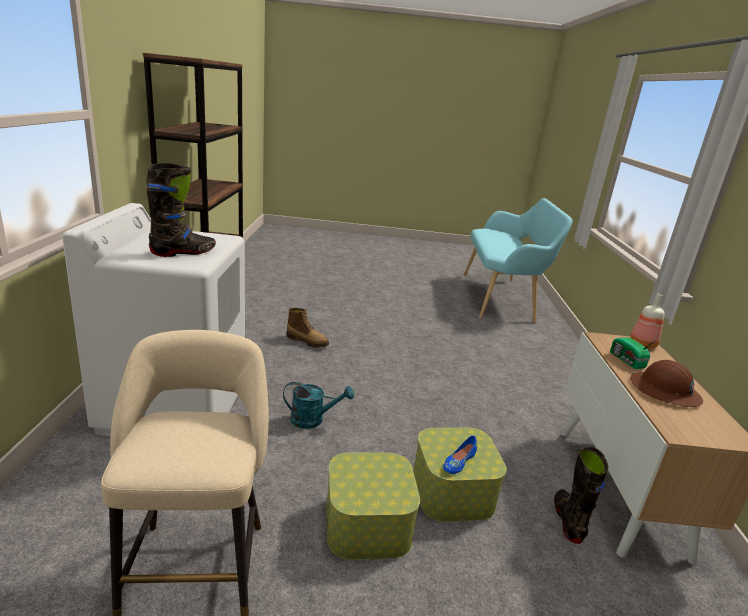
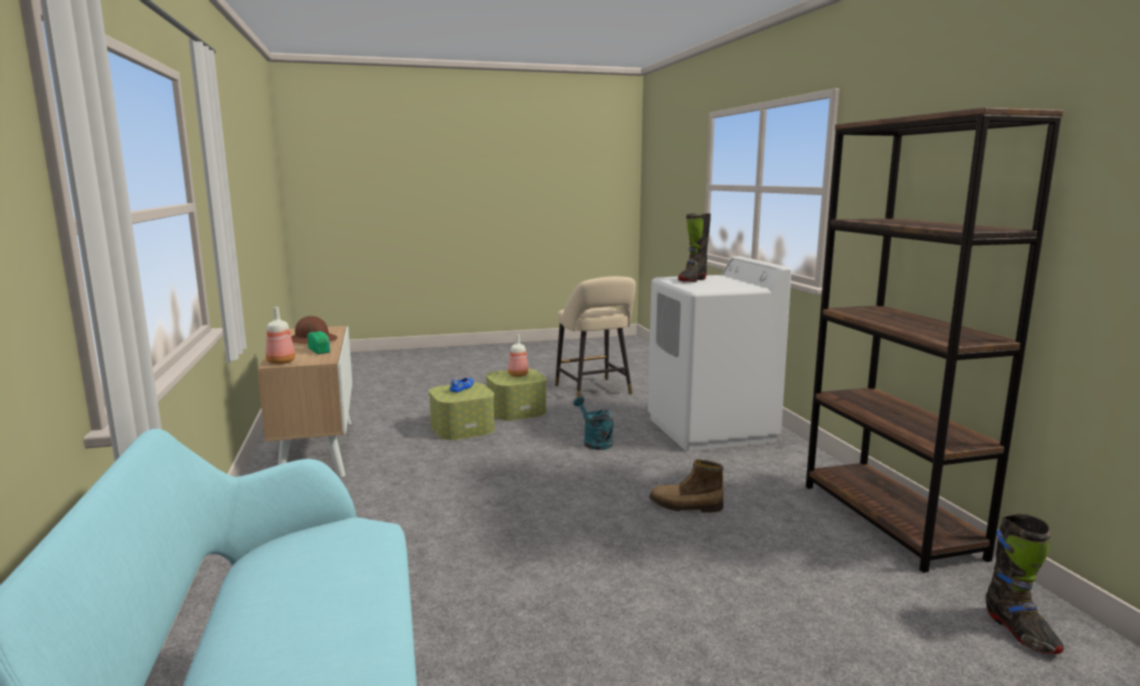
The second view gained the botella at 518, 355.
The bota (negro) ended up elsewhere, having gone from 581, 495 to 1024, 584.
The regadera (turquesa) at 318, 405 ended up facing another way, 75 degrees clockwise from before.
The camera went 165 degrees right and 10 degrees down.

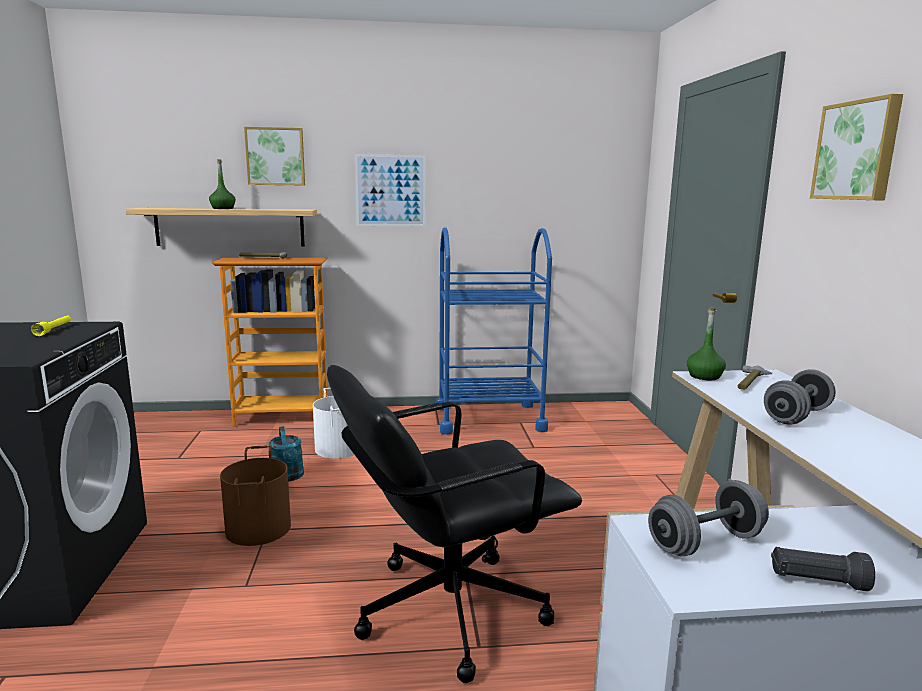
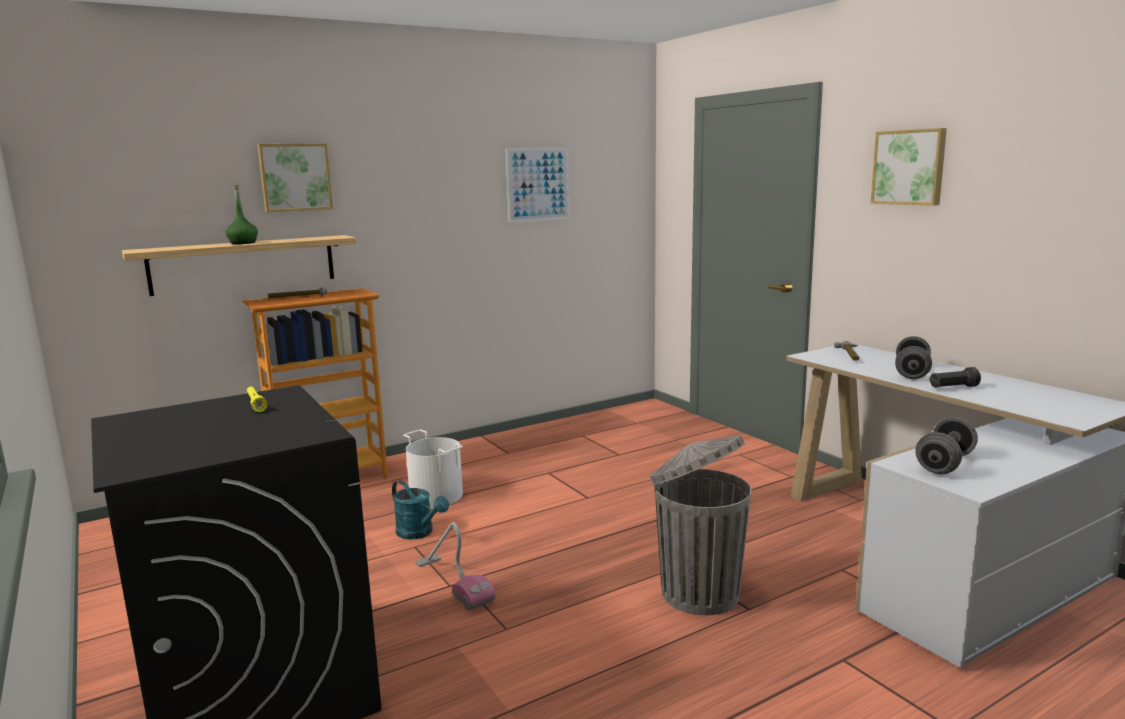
The second view lost the carrito (azul) at 494, 331.
The second view lost the botella (verde) at 706, 343.
The cuadro ended up elsewhere, having gone from 390, 190 to 538, 185.
The linterna (negro) ended up elsewhere, having gone from 823, 569 to 955, 377.
Where the cubo (marrón) stood at 255, 496, the aspiradora came to stand at 455, 566.
Where the silla de oficina (negro) stood at 454, 524, the papelera (gris) came to stand at 701, 525.
The camera went 25 degrees left and 0 degrees up.

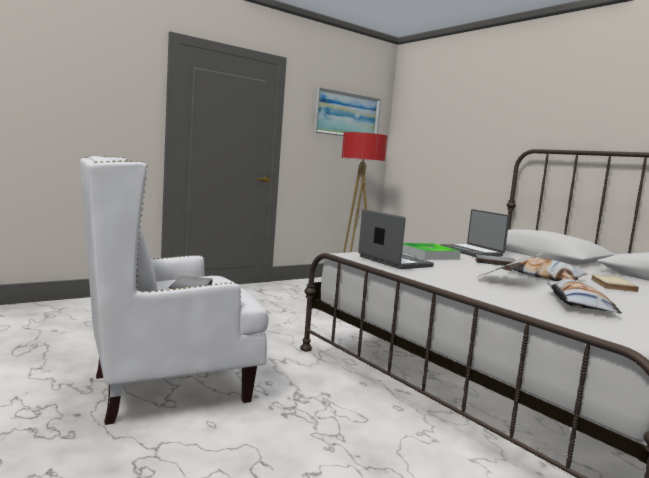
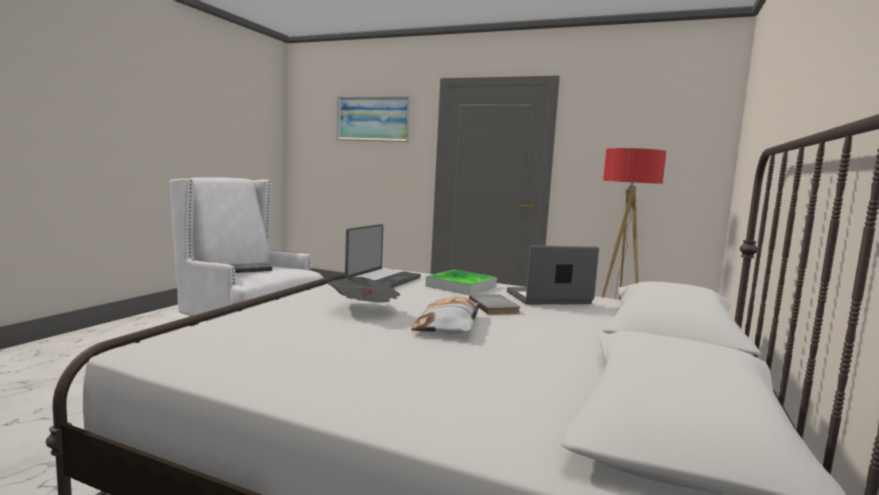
The second view lost the cojín at 584, 296.
The second view lost the libro (beis) at 615, 283.
The cuadro ended up elsewhere, having gone from 347, 111 to 374, 119.
The portátil at 475, 233 ended up facing another way, 45 degrees clockwise from before.
The camera went 60 degrees right and 0 degrees up.

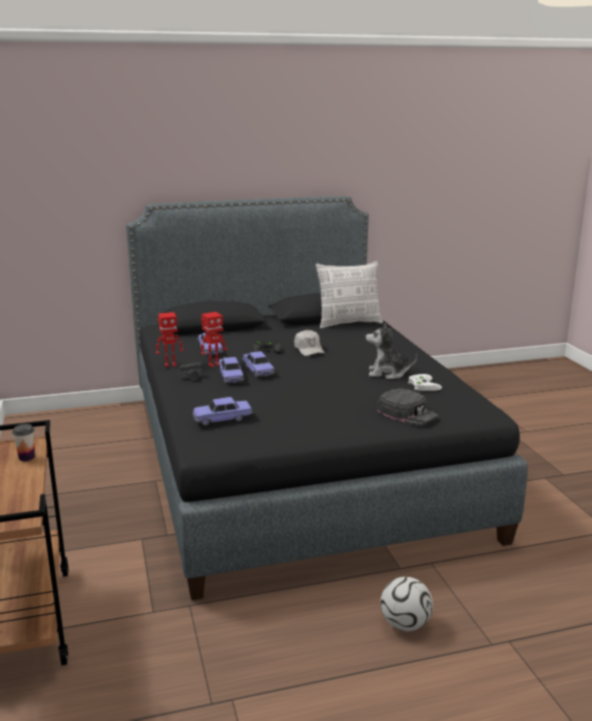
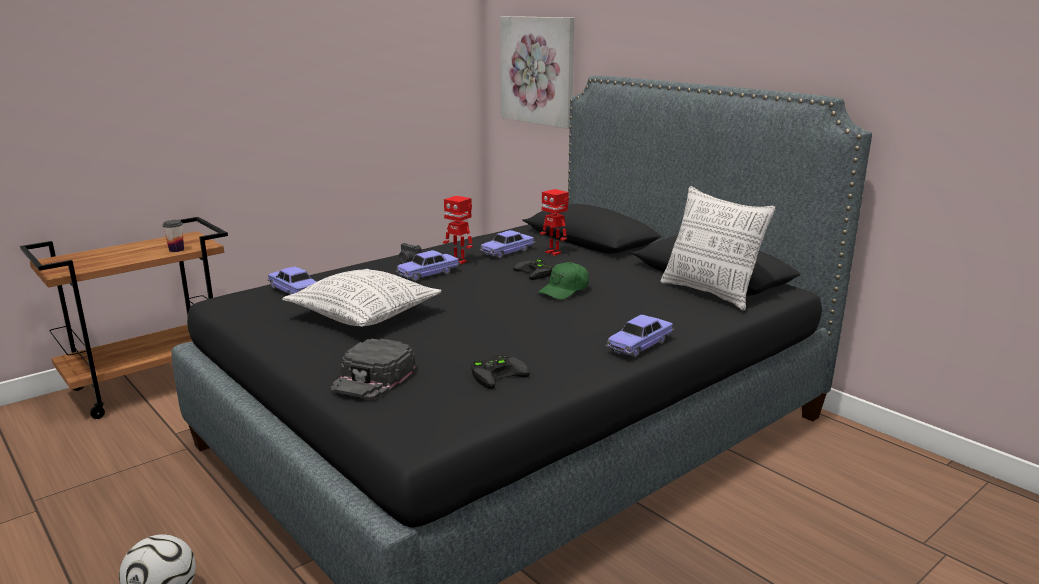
The second view lost the peluche at 391, 351.
The second view gained the cojín at 362, 298.
The second view gained the cuadro at 537, 72.
The robot de juguete ended up elsewhere, having gone from 170, 339 to 554, 222.
The coche de juguete ended up elsewhere, having gone from 258, 364 to 640, 336.
What was the gorra (blanco) at 309, 343 turned into the gorra (verde) at 563, 281.
What was the mando de consola (blanco) at 425, 382 turned into the mando de consola (negro) at 500, 371.
The camera went 65 degrees right and 0 degrees up.

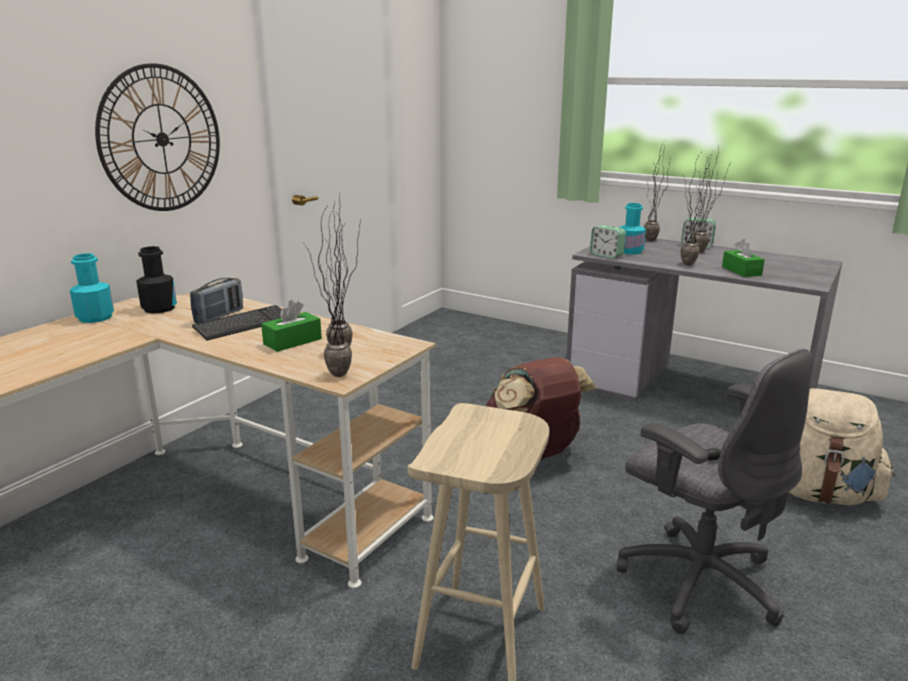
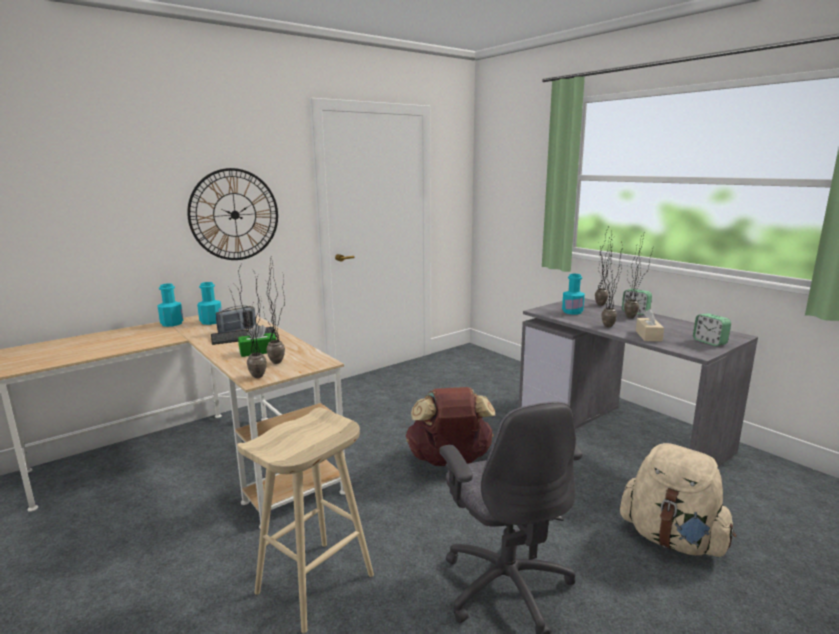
The despertador ended up elsewhere, having gone from 608, 242 to 712, 329.
What was the botella (negro) at 156, 280 turned into the botella (turquesa) at 209, 303.
What was the caja de pañuelos (verde) at 743, 258 turned into the caja de pañuelos (beis) at 650, 325.
The camera went 20 degrees right and 5 degrees down.

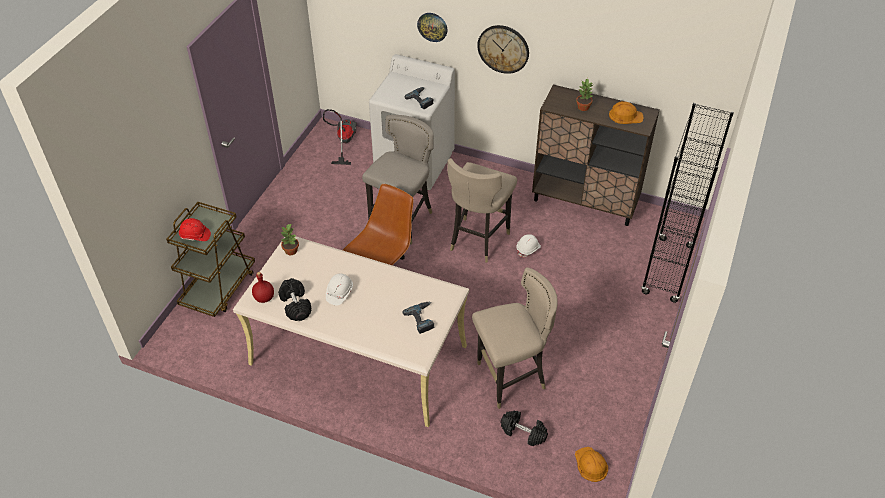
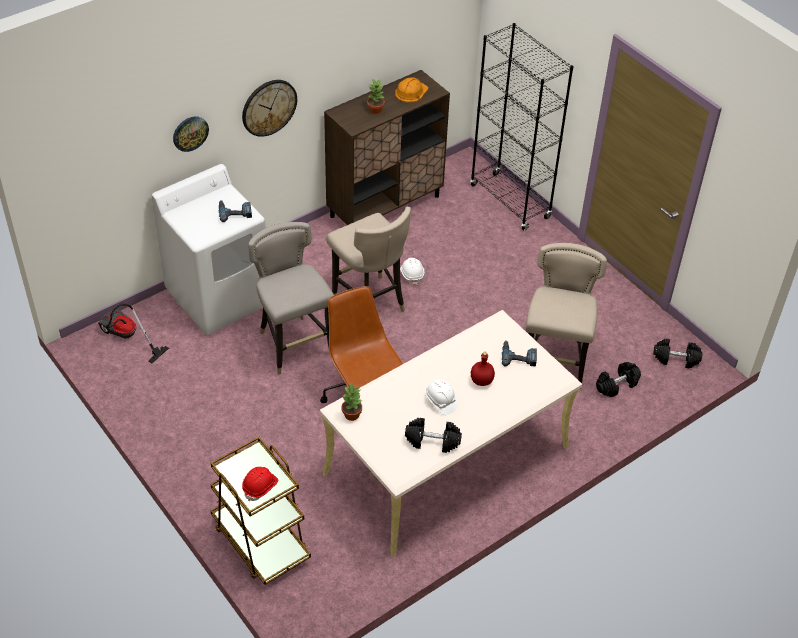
The botella (rojo) ended up elsewhere, having gone from 263, 287 to 483, 369.
Where the casco (naranja) stood at 591, 464, the mancuerna (negro) came to stand at 678, 353.
The camera went 60 degrees left and 0 degrees up.

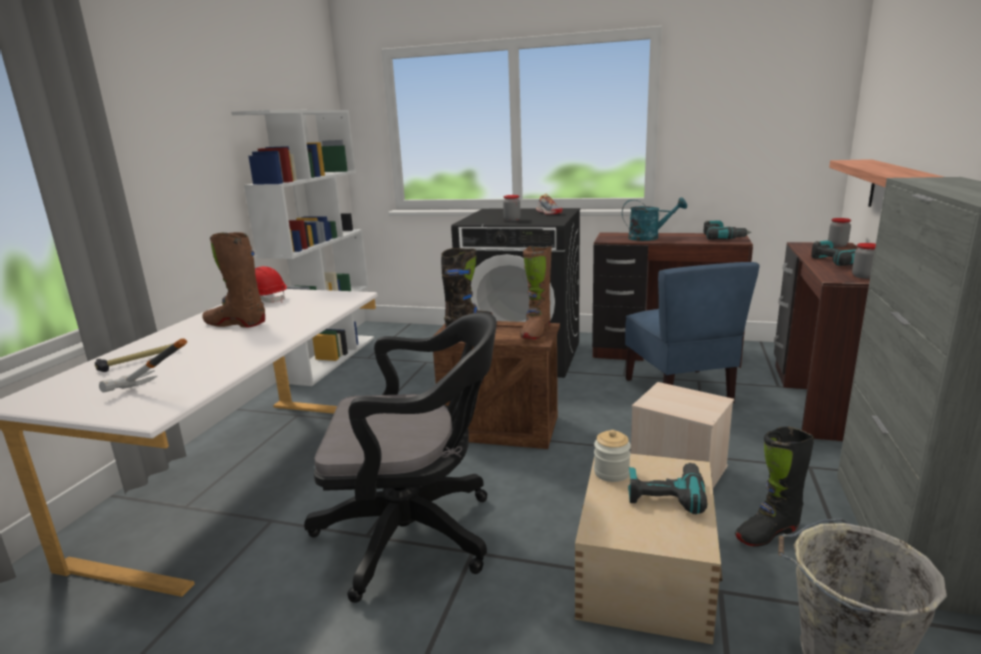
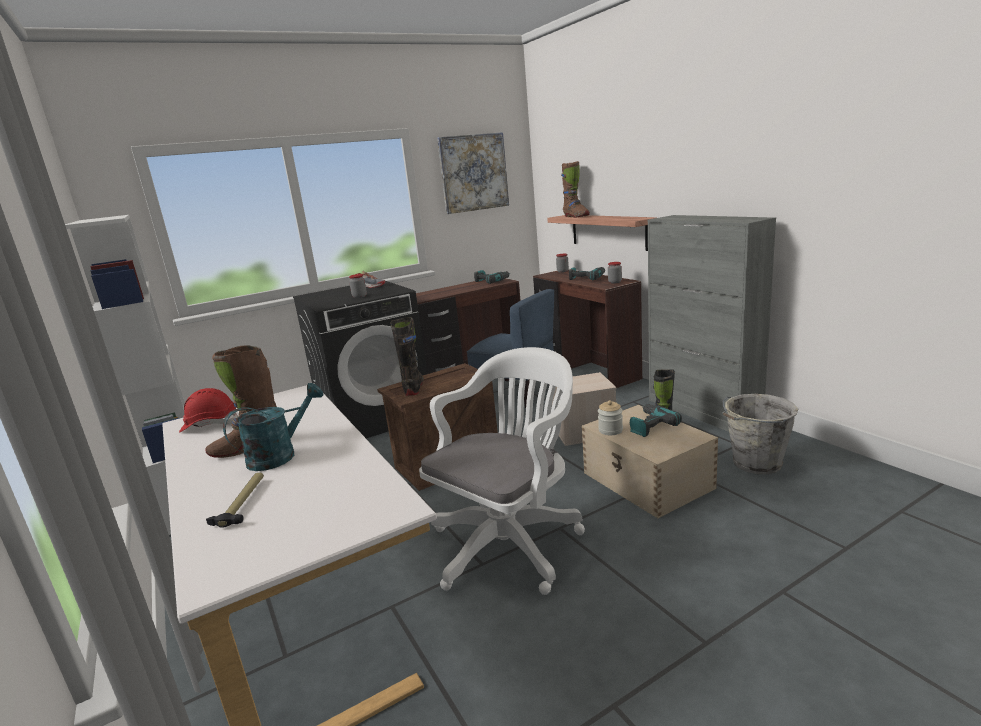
The second view lost the martillo at 143, 365.
The second view gained the cuadro at 473, 173.
The bota (marrón) ended up elsewhere, having gone from 536, 292 to 575, 189.
The regadera (turquesa) ended up elsewhere, having gone from 654, 219 to 273, 427.
What was the silla de oficina (negro) at 400, 457 turned into the silla de oficina (blanco) at 502, 471.
The camera went 45 degrees left and 0 degrees up.

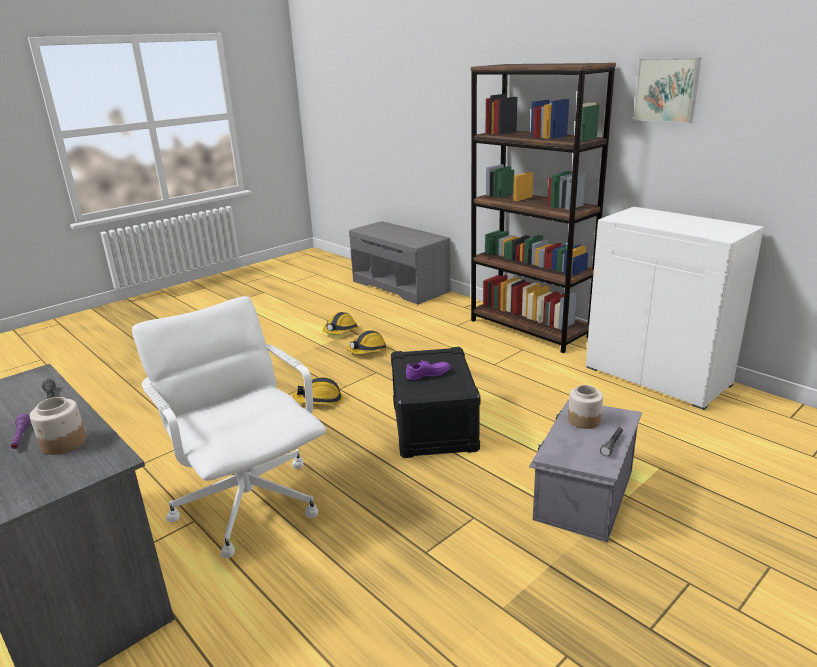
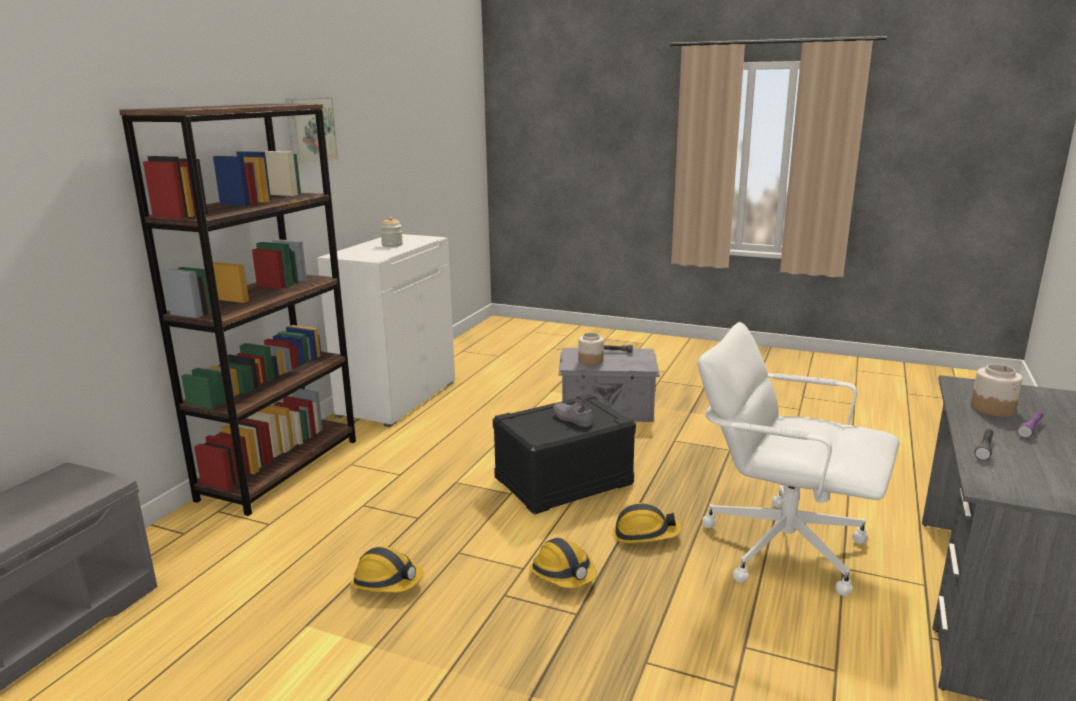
The second view gained the tarro at 391, 232.
The casco ended up elsewhere, having gone from 340, 323 to 647, 523.
What was the zapato (morado) at 428, 370 turned into the zapato (gris) at 573, 411.
The silla de oficina (blanco) at 229, 427 ended up facing another way, 90 degrees clockwise from before.
The camera went 115 degrees left and 5 degrees down.

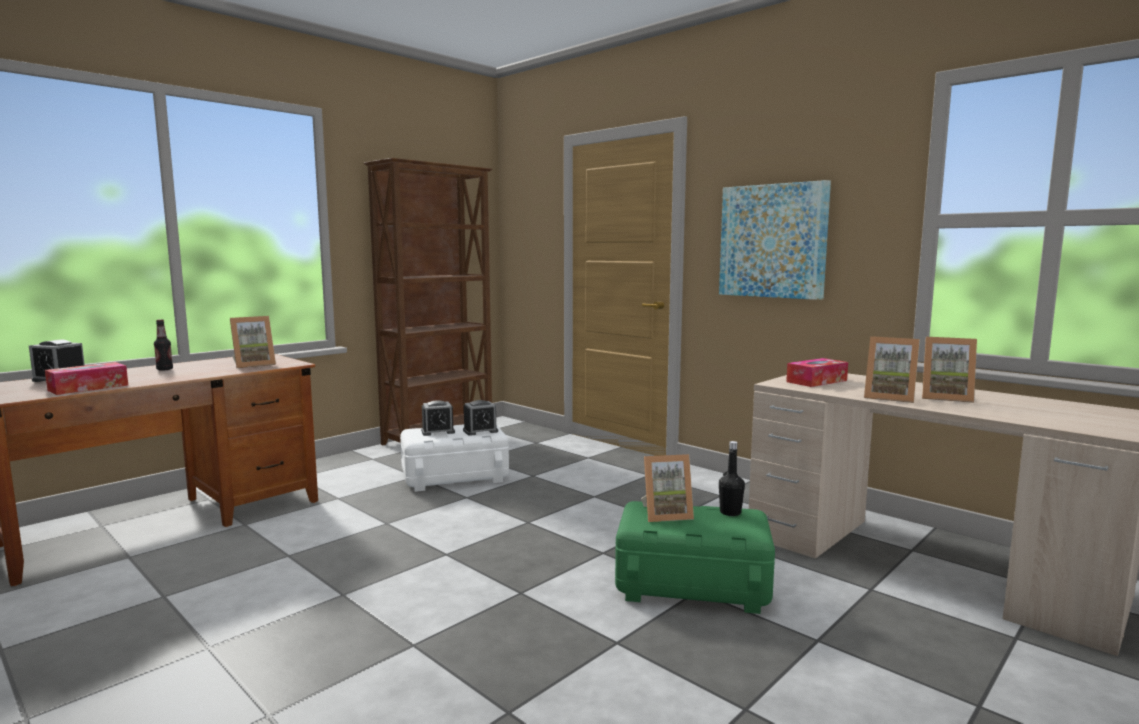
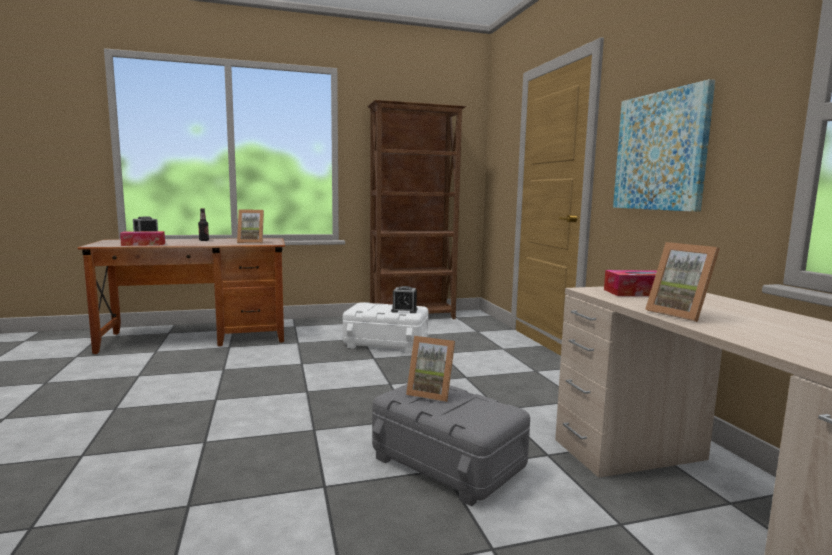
The second view lost the despertador at 438, 418.
The second view lost the botella (negro) at 732, 478.
The second view lost the portarretratos at 949, 370.
What was the caja de almacenaje (verde) at 695, 557 turned into the caja de almacenaje (gris) at 451, 445.
The camera went 30 degrees right and 0 degrees up.

